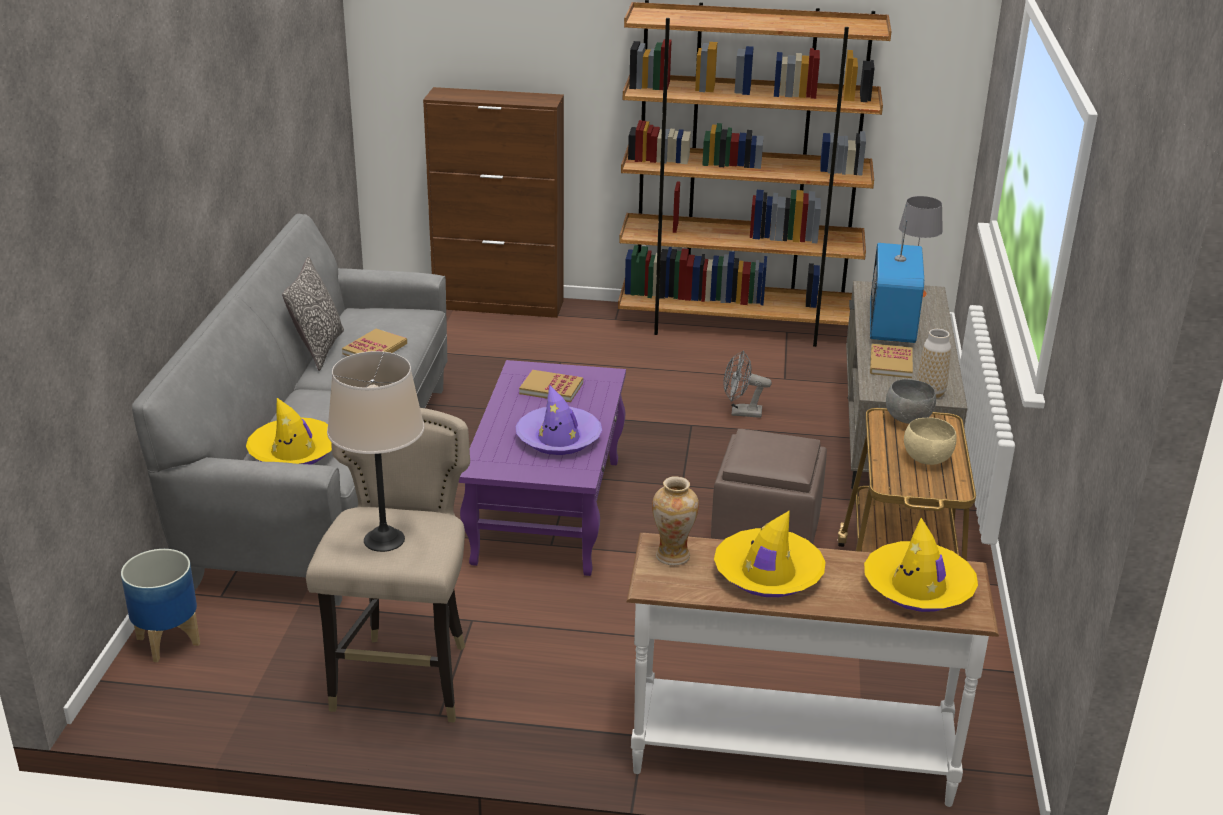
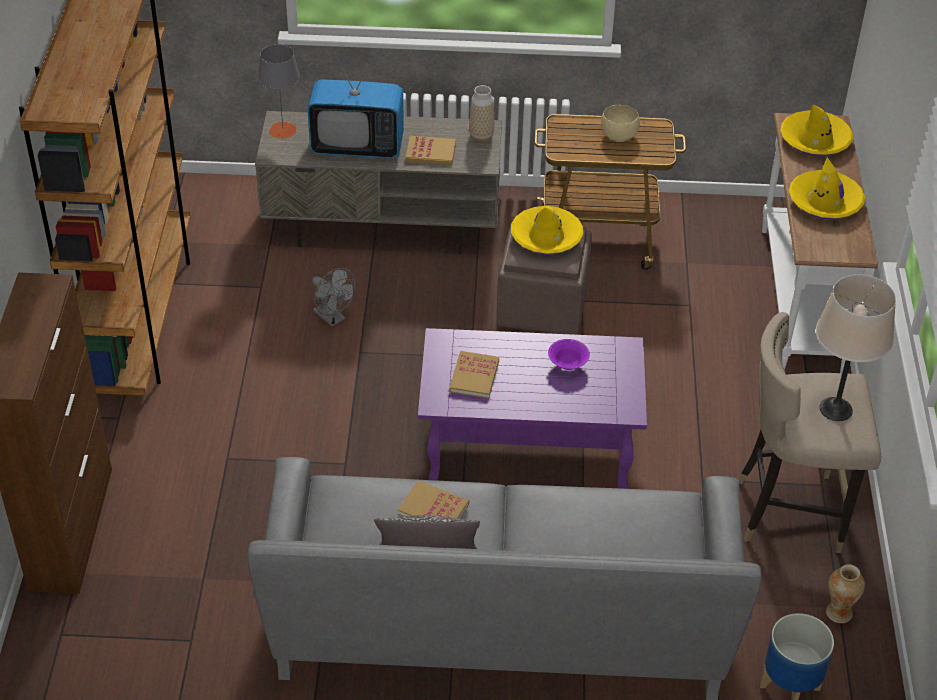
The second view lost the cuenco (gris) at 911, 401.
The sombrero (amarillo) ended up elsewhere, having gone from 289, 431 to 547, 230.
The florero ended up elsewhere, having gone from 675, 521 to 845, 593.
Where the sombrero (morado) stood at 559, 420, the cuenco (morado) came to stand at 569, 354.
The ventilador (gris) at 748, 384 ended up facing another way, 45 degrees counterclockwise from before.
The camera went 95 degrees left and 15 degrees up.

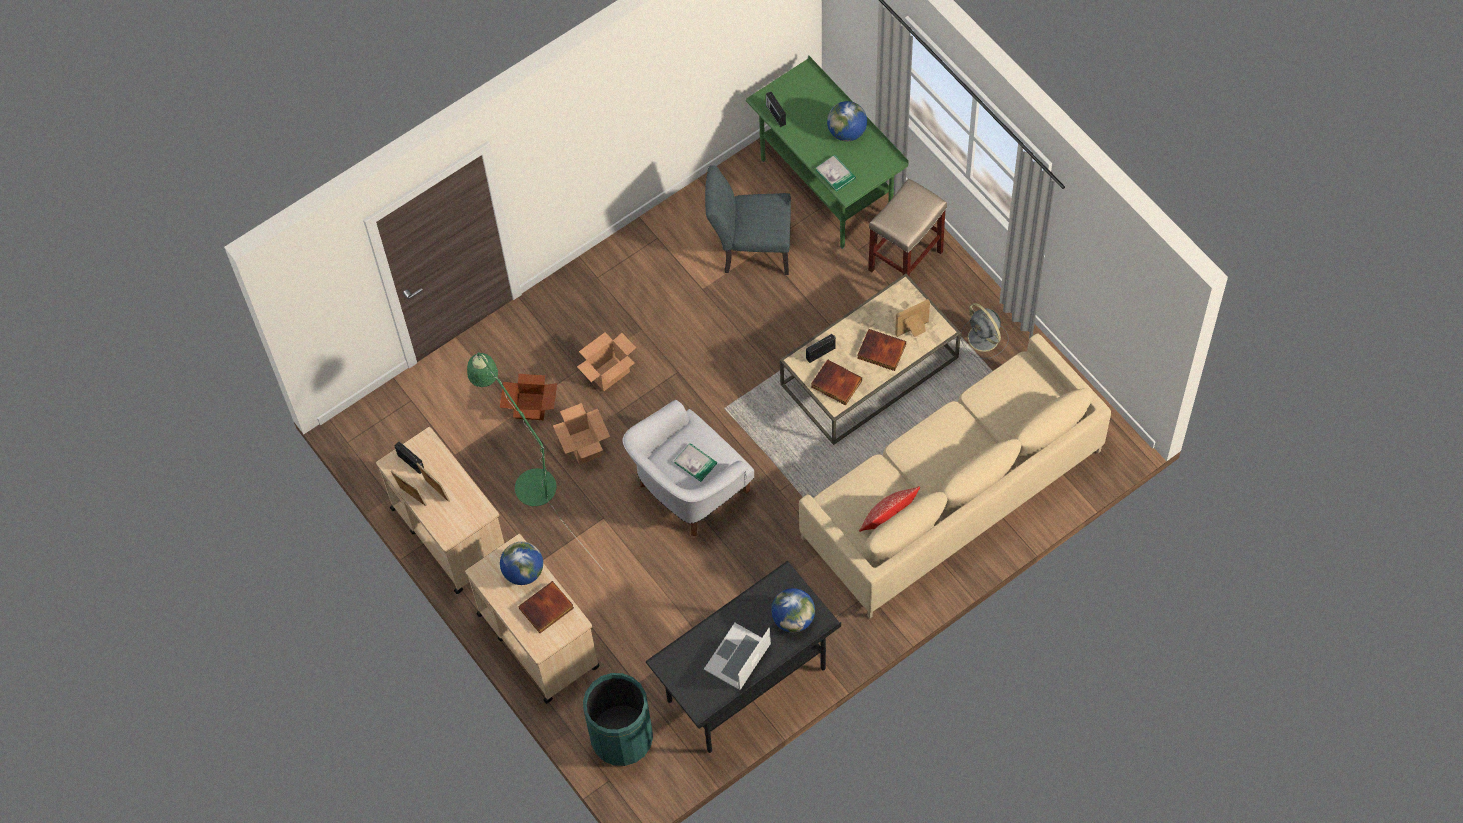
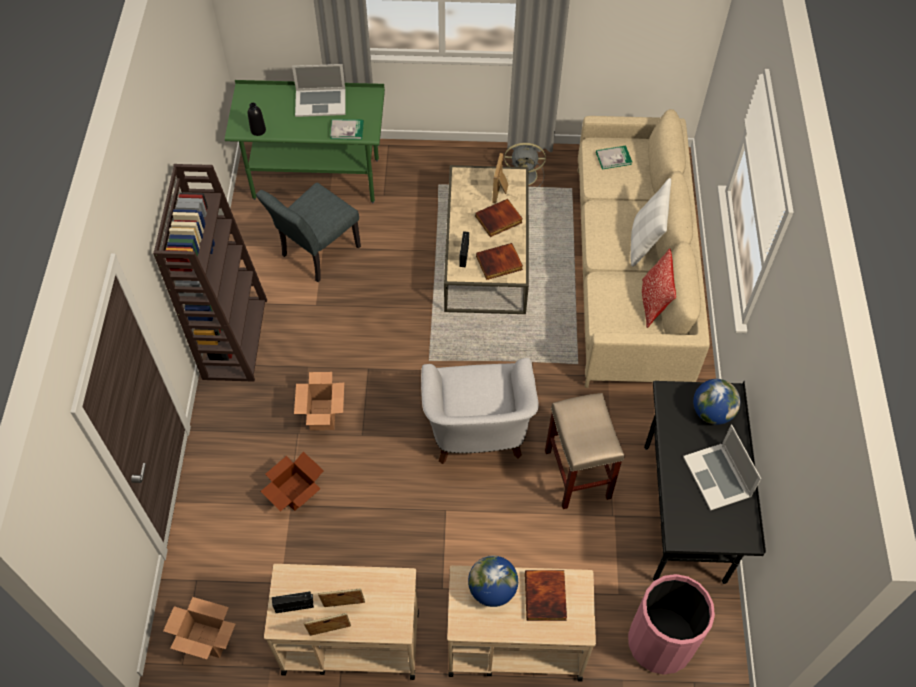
The second view lost the lámpara de pie (verde) at 535, 461.
The second view gained the estantería (marrón) at 210, 273.
The second view gained the cojín (blanco) at 651, 222.
The caja de cartón ended up elsewhere, having gone from 581, 434 to 199, 628.
The libro ended up elsewhere, having gone from 695, 462 to 614, 157.
The taburete (beis) ended up elsewhere, having gone from 907, 227 to 584, 451.
Where the radio stood at 776, 109, the botella (negro) came to stand at 257, 119.
Where the globo terráqueo stood at 847, 121, the portátil came to stand at 318, 90.
What was the papelera (verde) at 618, 719 turned into the papelera (rosa) at 671, 624.
The camera went 55 degrees left and 5 degrees down.

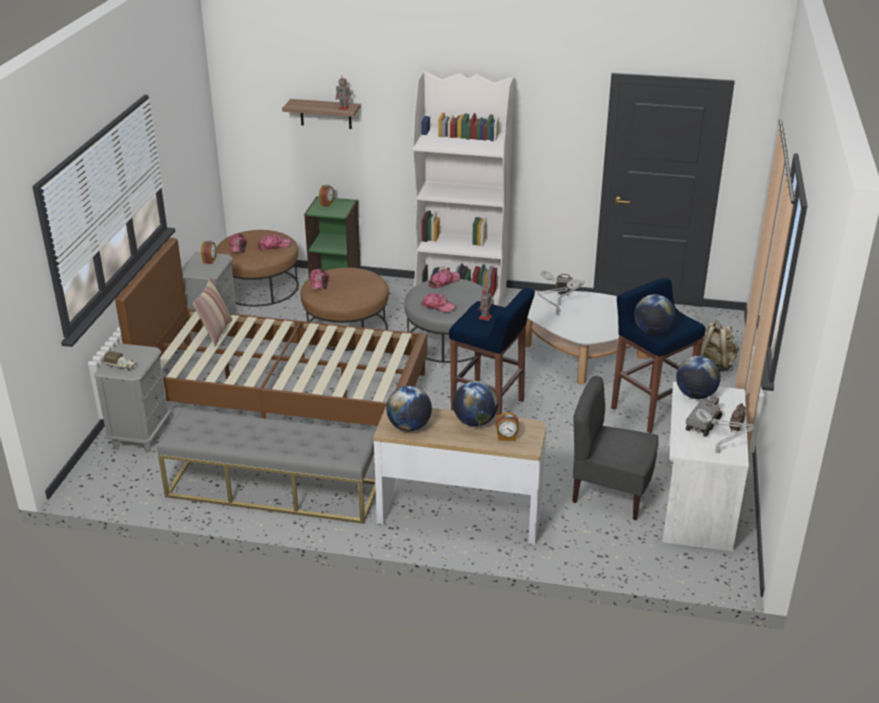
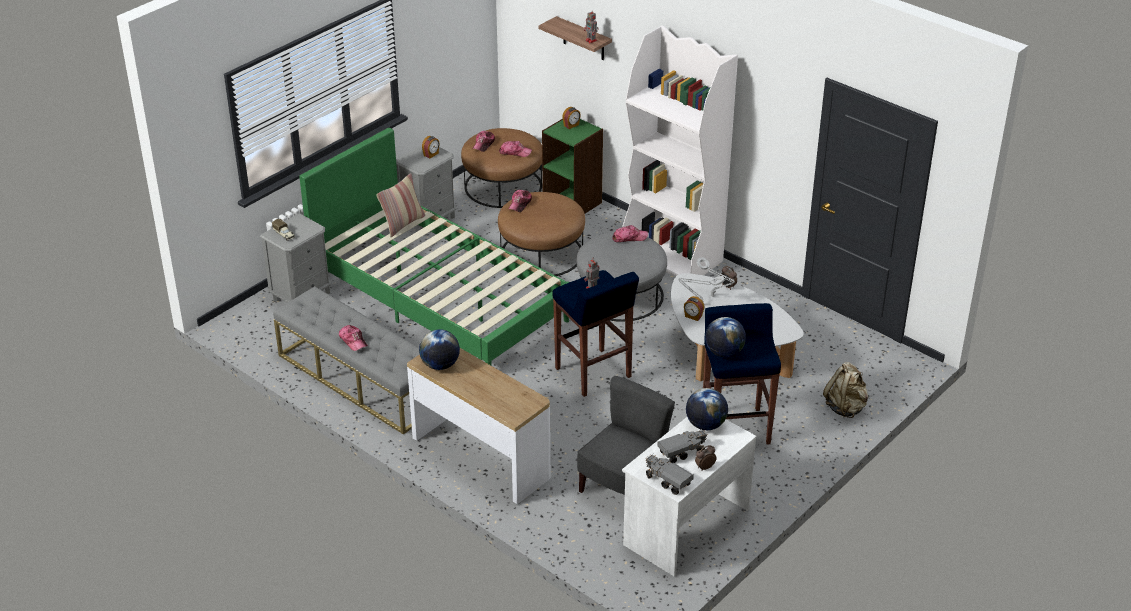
The second view lost the globo terráqueo at 475, 403.
The gorra ended up elsewhere, having gone from 439, 303 to 353, 338.
The despertador ended up elsewhere, having gone from 507, 426 to 694, 308.
Where the lámpara de mesa (gris) stood at 725, 431, the camión de juguete came to stand at 669, 474.
What was the cama (marrón) at 271, 332 turned into the cama (verde) at 434, 246.
The silla (gris) at 615, 448 ended up facing another way, 75 degrees clockwise from before.
The camera went 30 degrees right and 5 degrees up.

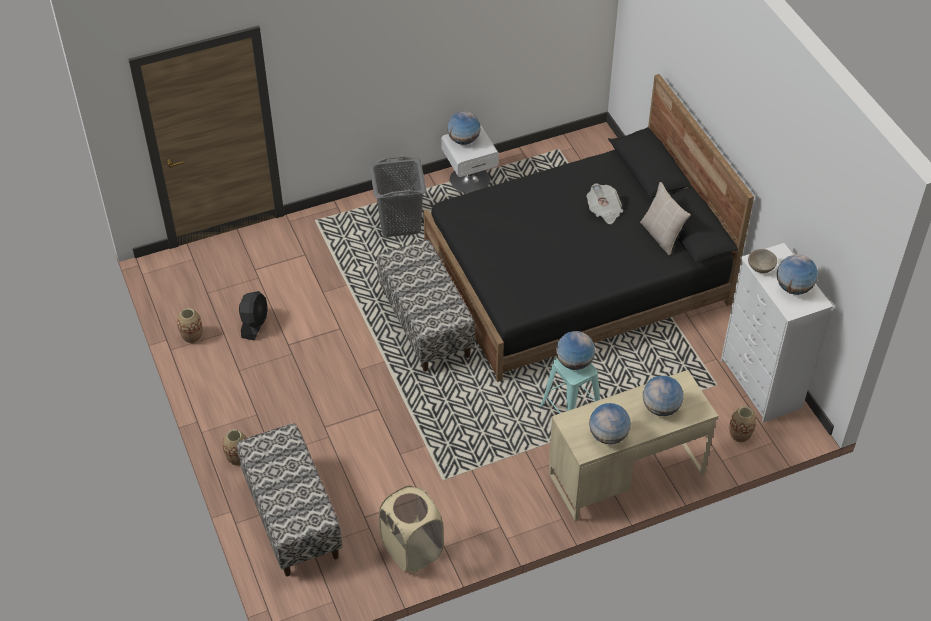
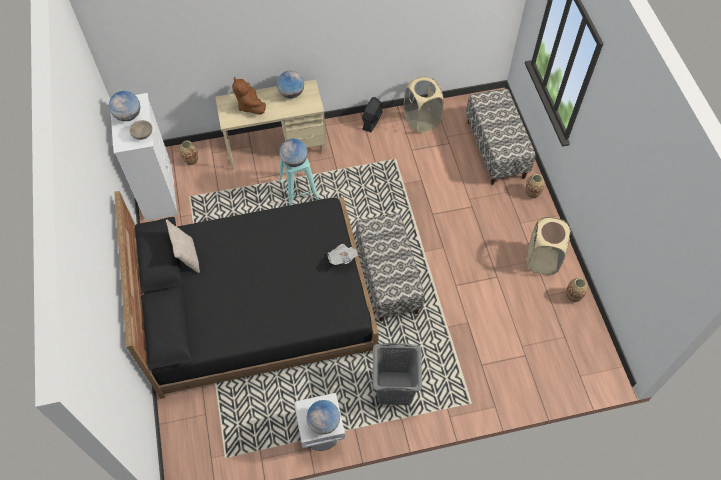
The second view gained the cesto de la ropa (beis) at 548, 246.
The ventilador (negro) ended up elsewhere, having gone from 253, 315 to 372, 114.
The periódico ended up elsewhere, having gone from 605, 203 to 342, 254.
Where the globo terráqueo stood at 663, 396, the peluche (marrón) came to stand at 249, 95.
The camera went 170 degrees left and 10 degrees up.

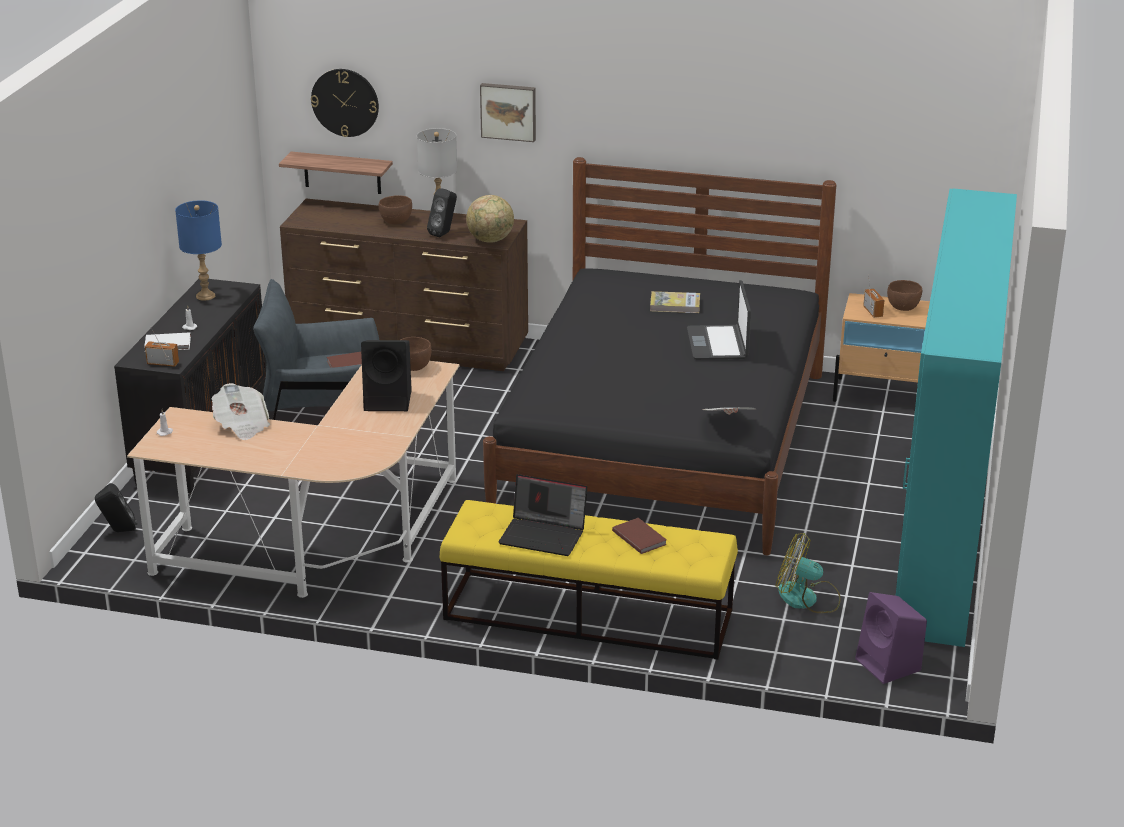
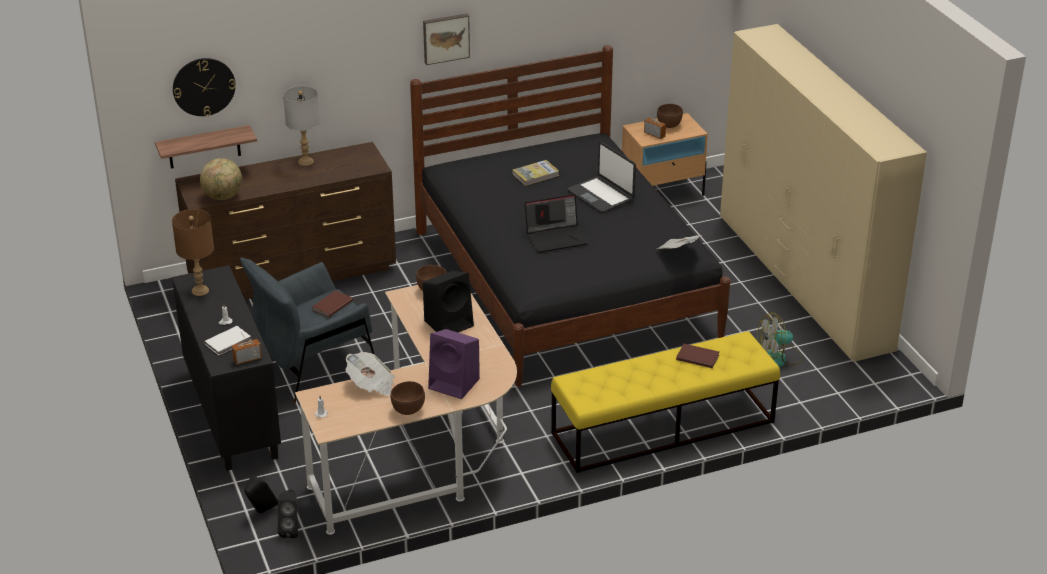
The cuenco (marrón) ended up elsewhere, having gone from 395, 210 to 407, 398.
The altavoz (negro) ended up elsewhere, having gone from 442, 213 to 288, 513.
The globo terráqueo ended up elsewhere, having gone from 490, 219 to 221, 179.
The cuadro ended up elsewhere, having gone from 508, 112 to 446, 39.
The portátil ended up elsewhere, having gone from 543, 515 to 556, 223.
The altavoz (morado) ended up elsewhere, having gone from 891, 638 to 454, 364.
What was the lámpara de mesa (azul) at 198, 250 turned into the lámpara de mesa (marrón) at 193, 252.
What was the armario ropero (turquesa) at 956, 417 turned into the armario ropero (beis) at 823, 193.
The camera went 35 degrees left and 5 degrees up.

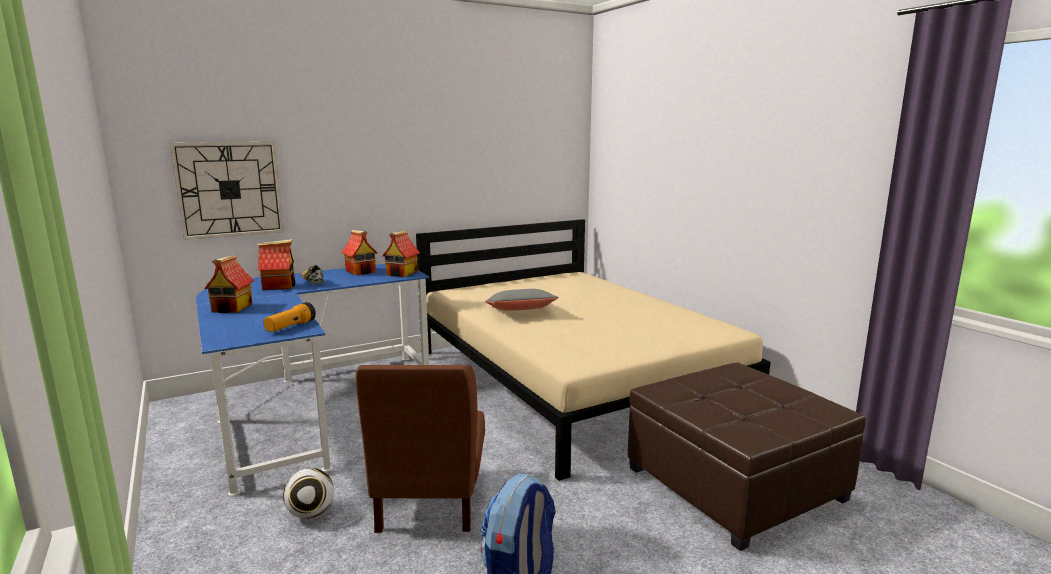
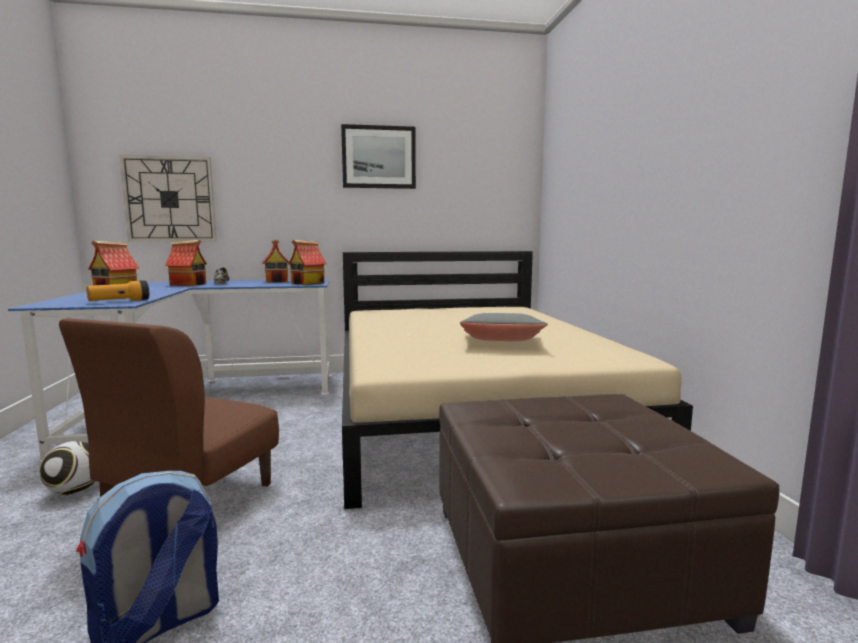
The second view gained the cuadro at 378, 156.
The cojín (gris) ended up elsewhere, having gone from 522, 300 to 504, 327.
The camera went 20 degrees right and 5 degrees down.

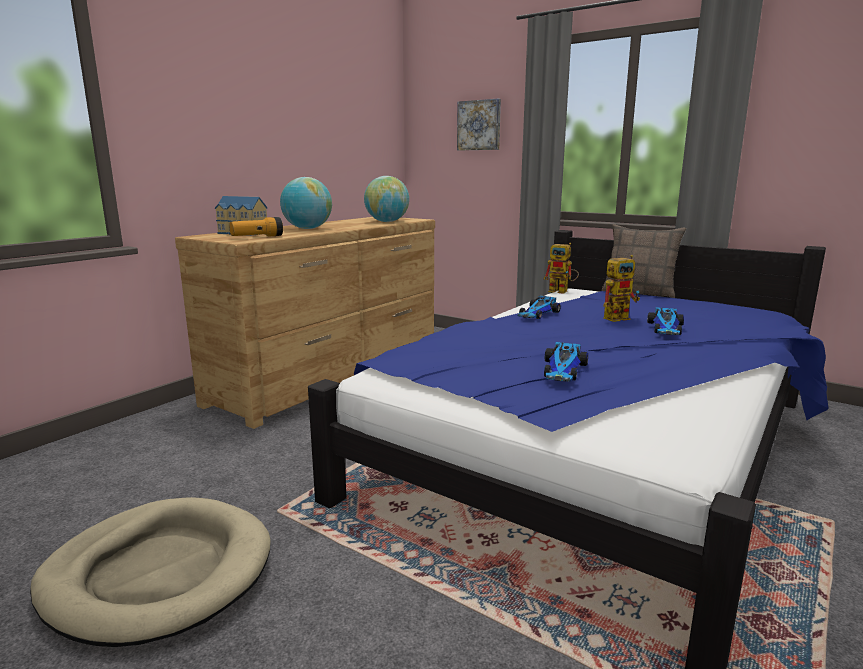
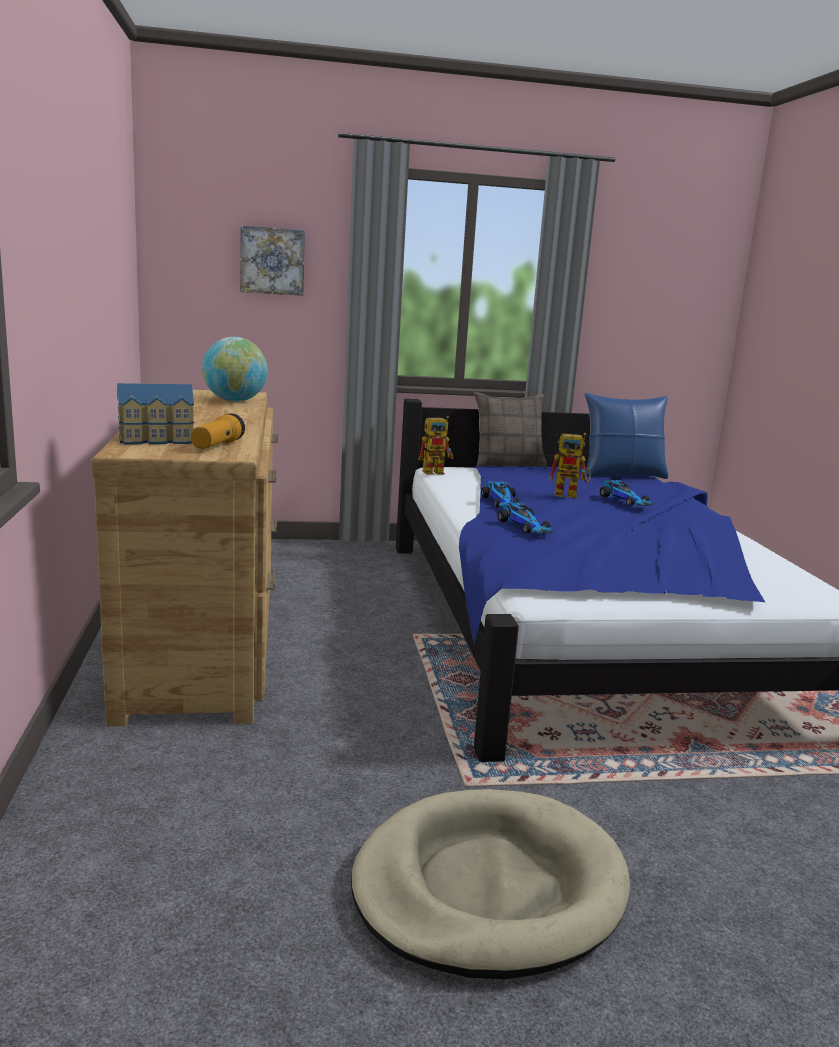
The second view lost the globo terráqueo at 306, 203.
The second view gained the cojín (azul) at 626, 436.
The coche de juguete ended up elsewhere, having gone from 566, 362 to 525, 518.
The robot de juguete at 621, 288 ended up facing another way, 75 degrees clockwise from before.
The camera went 45 degrees left and 0 degrees up.

